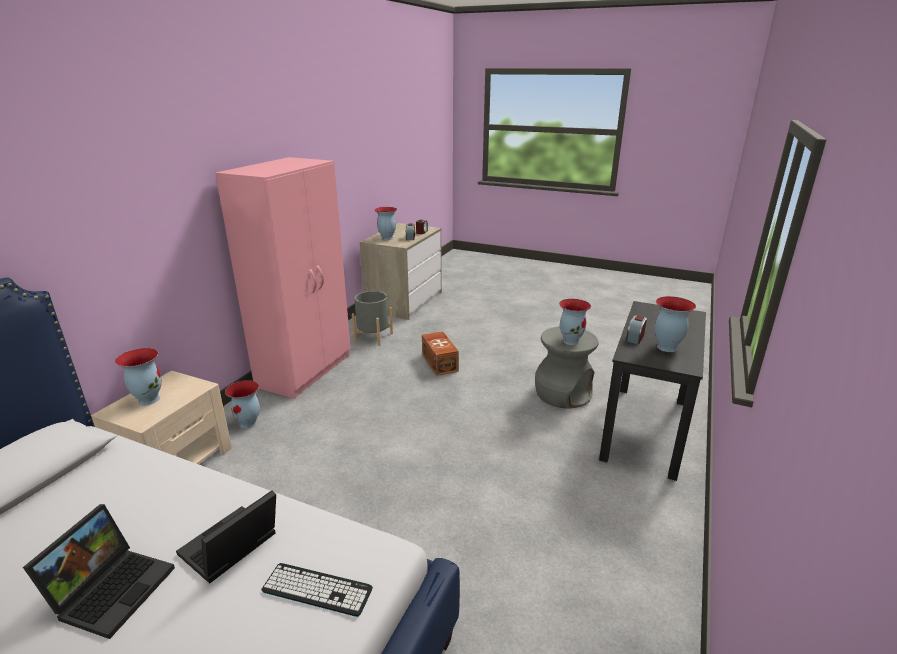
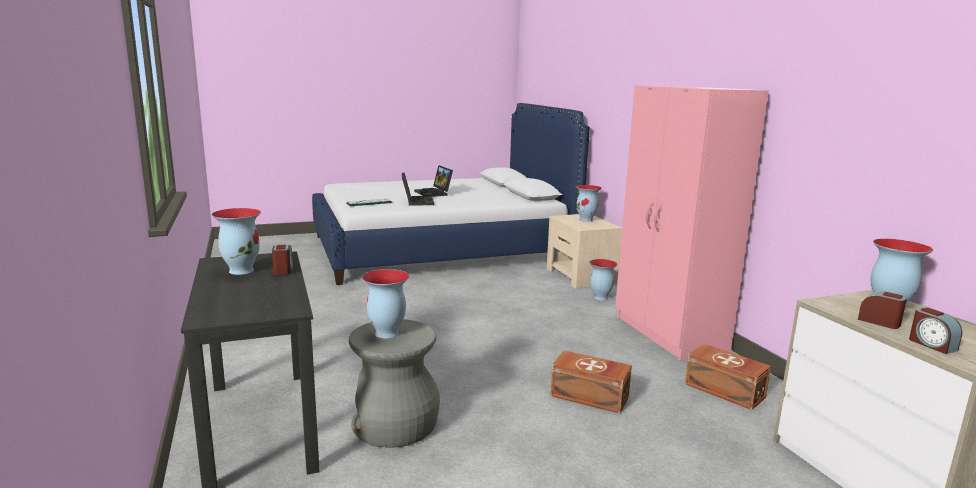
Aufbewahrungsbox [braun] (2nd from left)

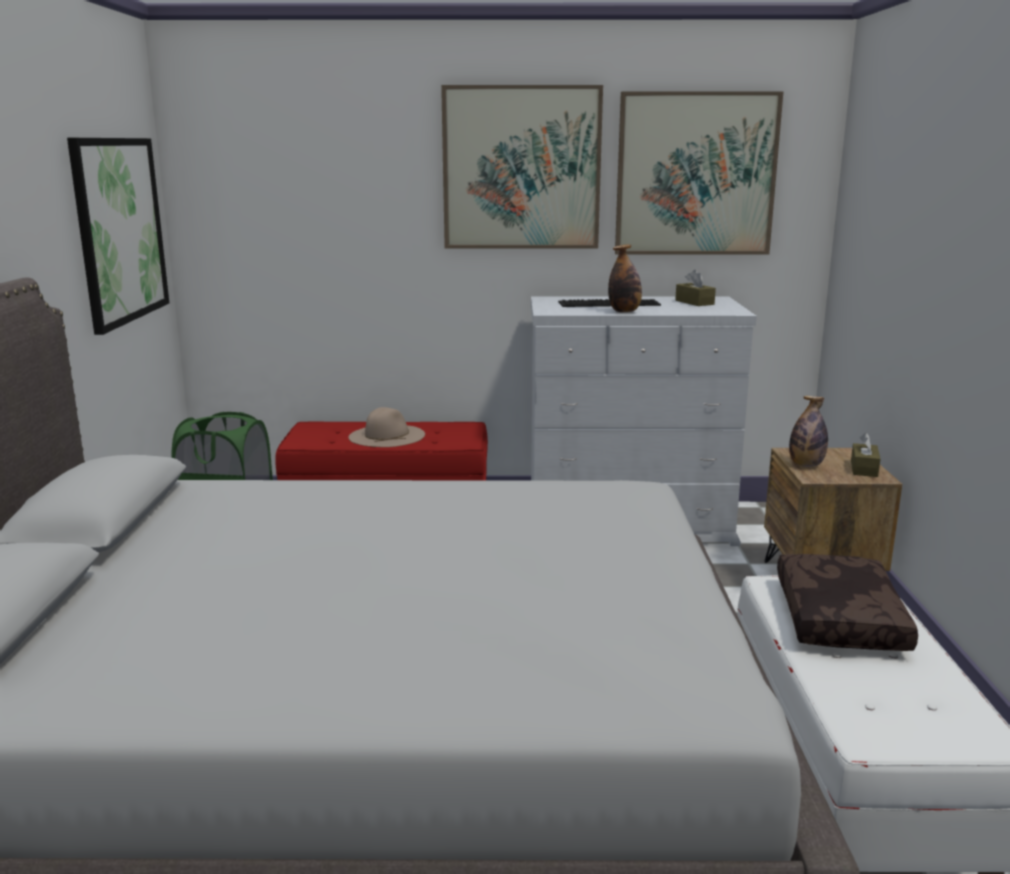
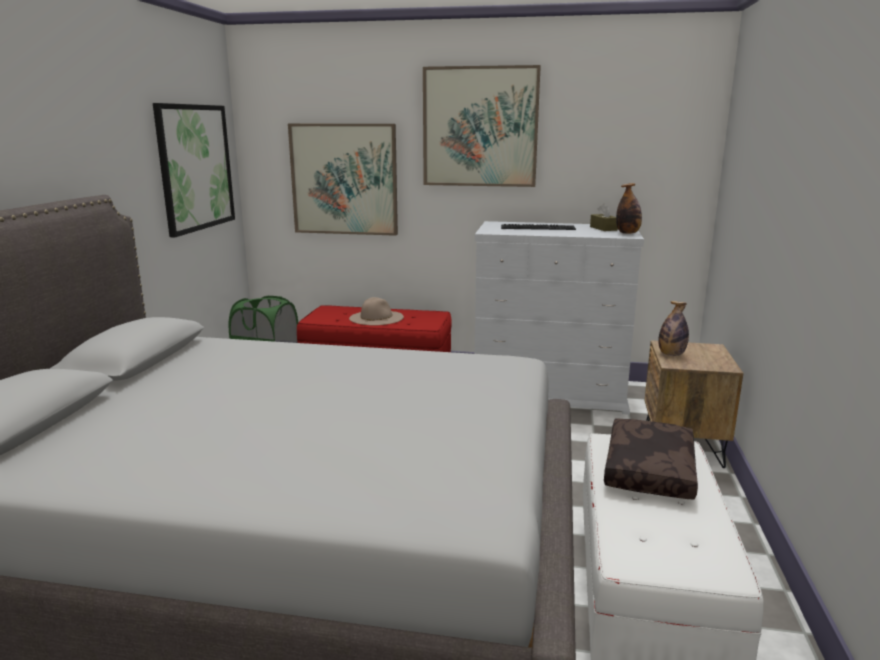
Bild (2nd from left)
Flasche (1st from left)
Taschentuchbox [braun] (2nd from left in the first image)

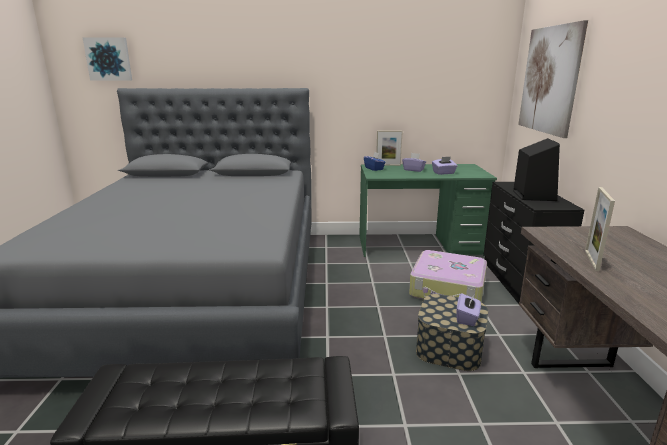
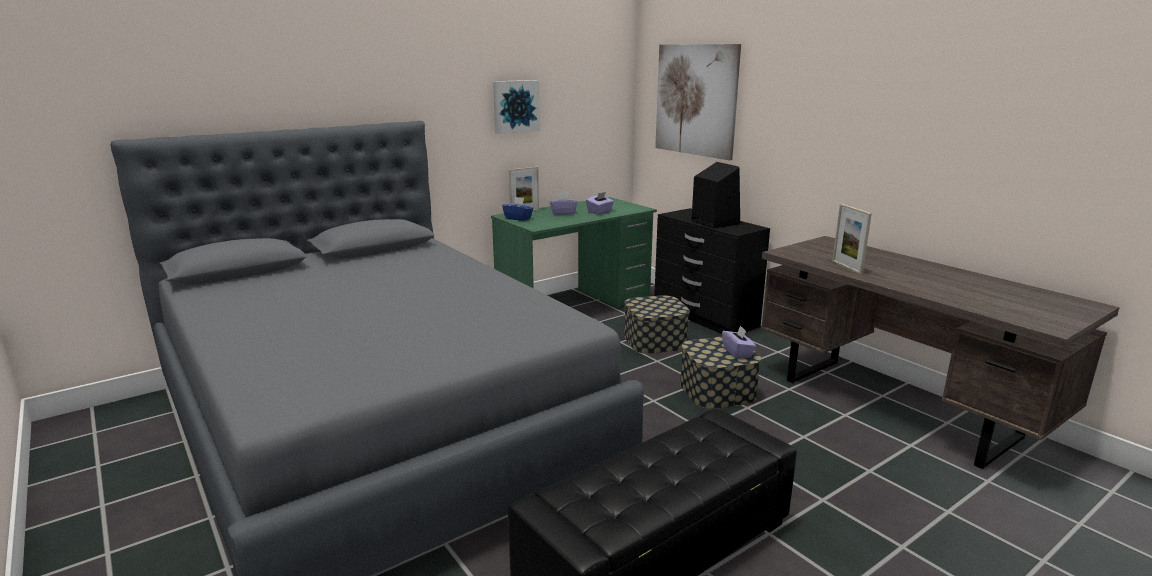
Bild (1st from left)
Aufbewahrungsbox (1st from left)

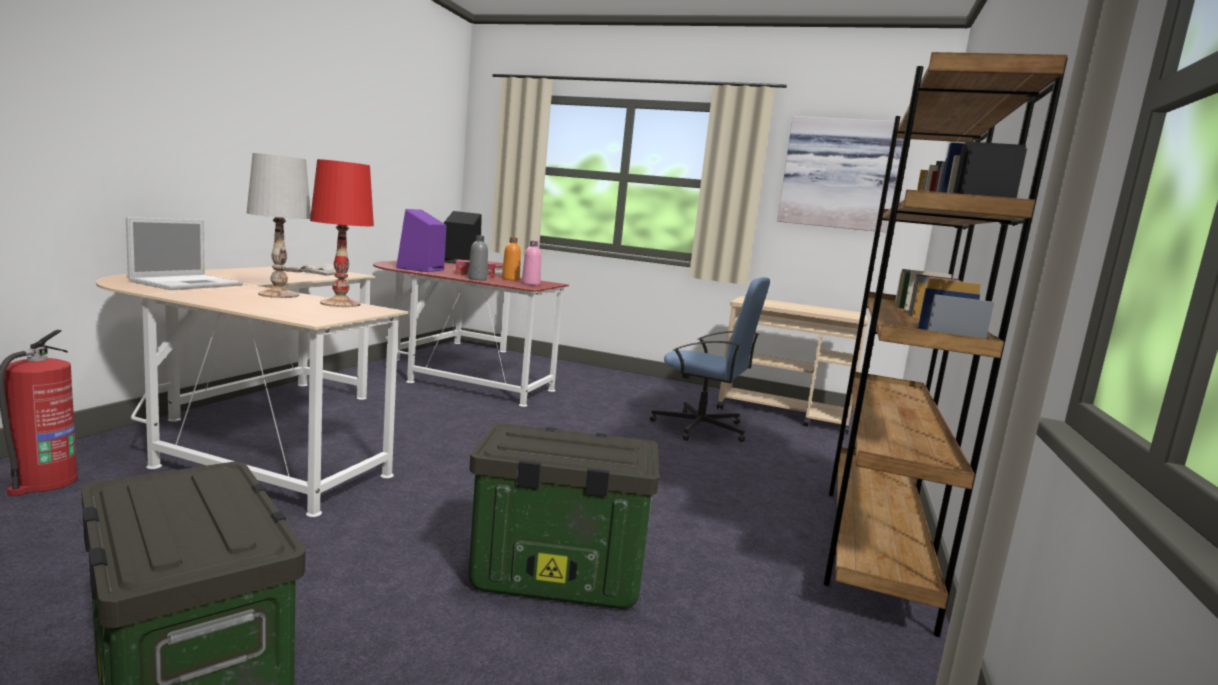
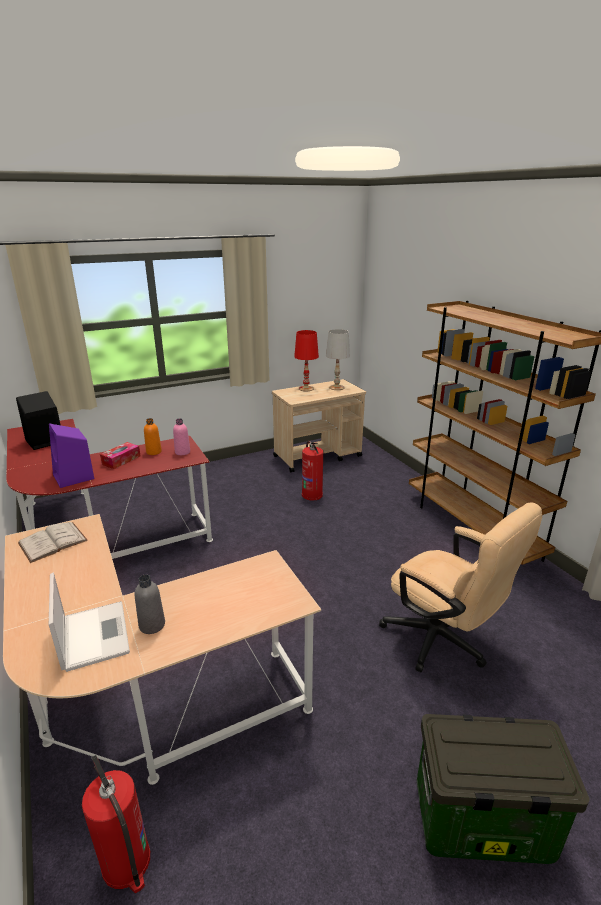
Flasche [grau]
Tischlampe [rot]
Feuerlöscher (2nd from left)
Tischlampe [weiß]
Bürostuhl [beige]
Bild

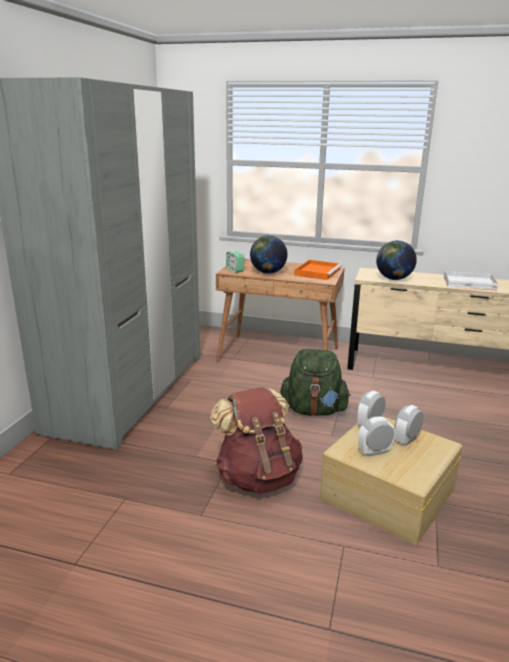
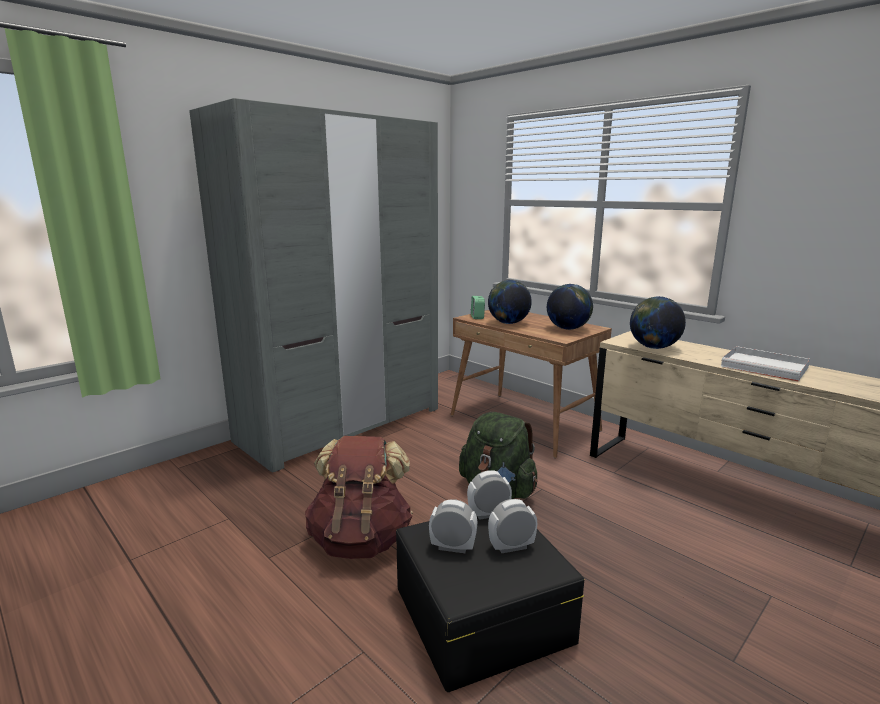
Aufbewahrungsbox [schwarz]
Globus (2nd from left)

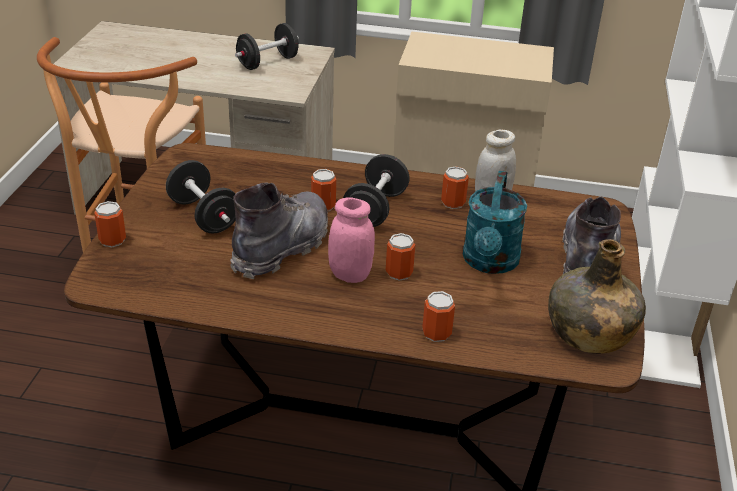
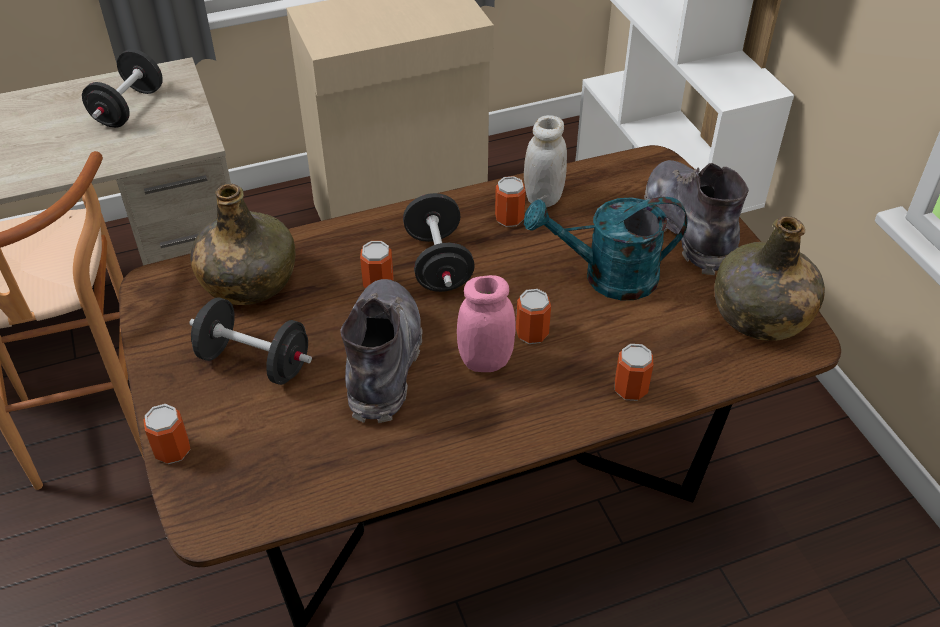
Flasche [grün] (1st from left)
Gießkanne [türkis]

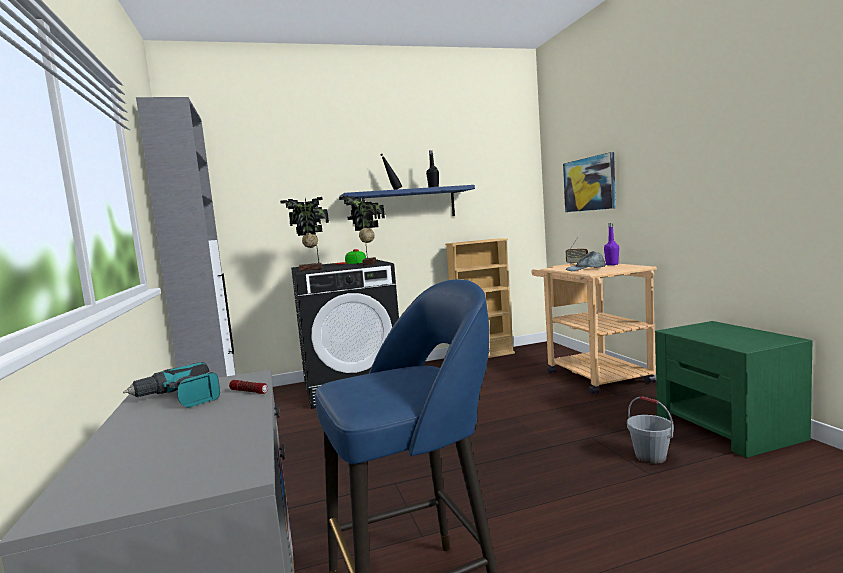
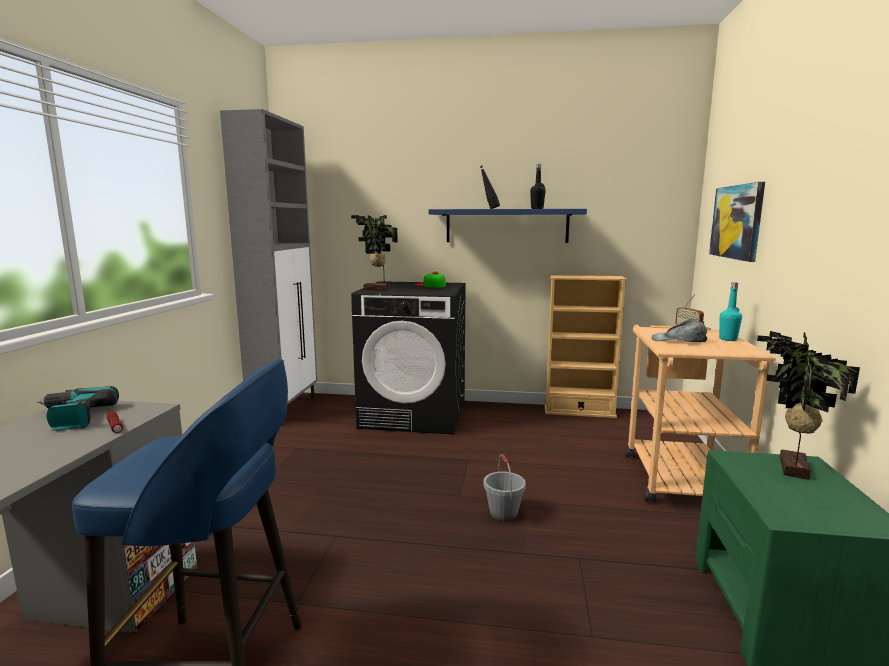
Eimer [grau]
Flasche [türkis]
Topfpflanze (2nd from left)

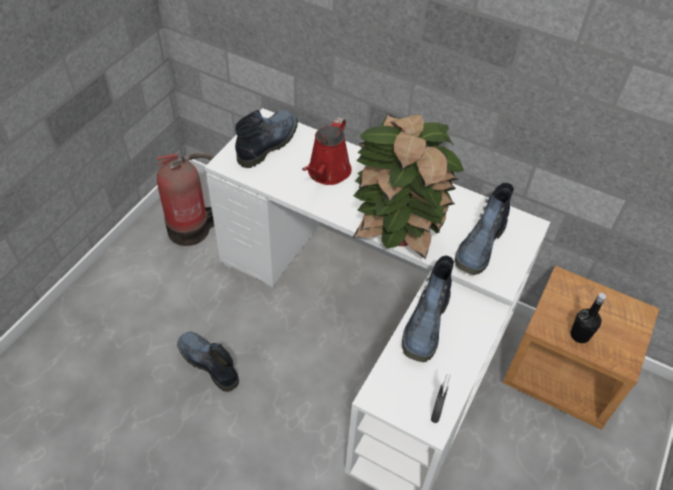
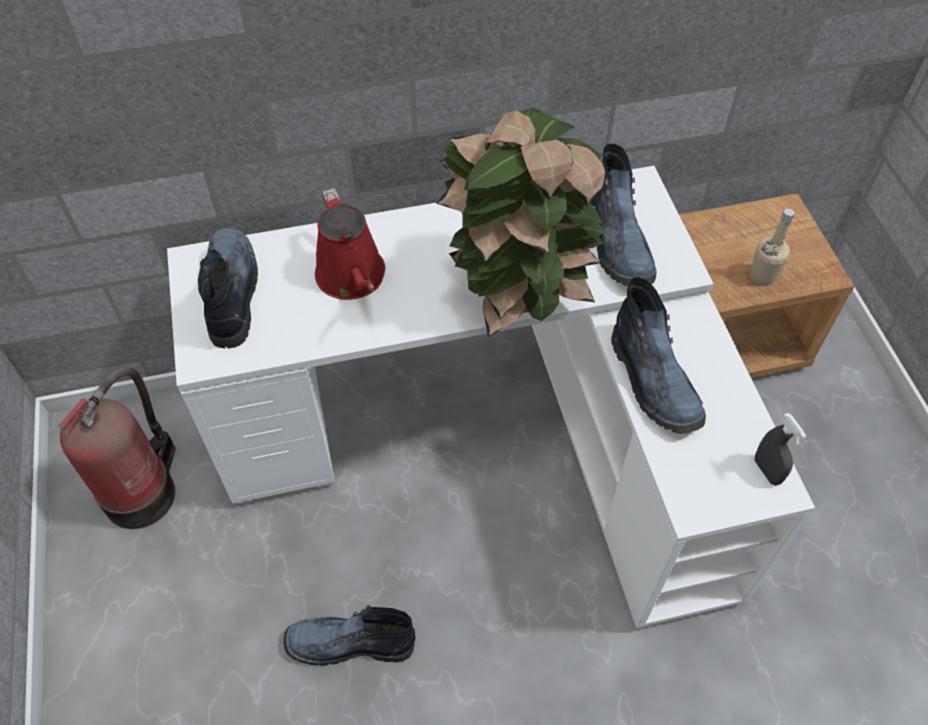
Flasche [beige]

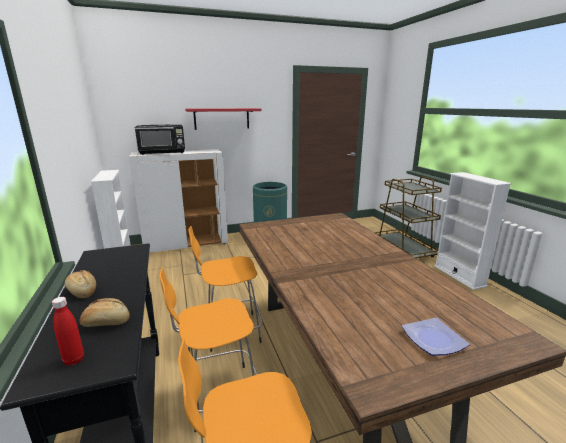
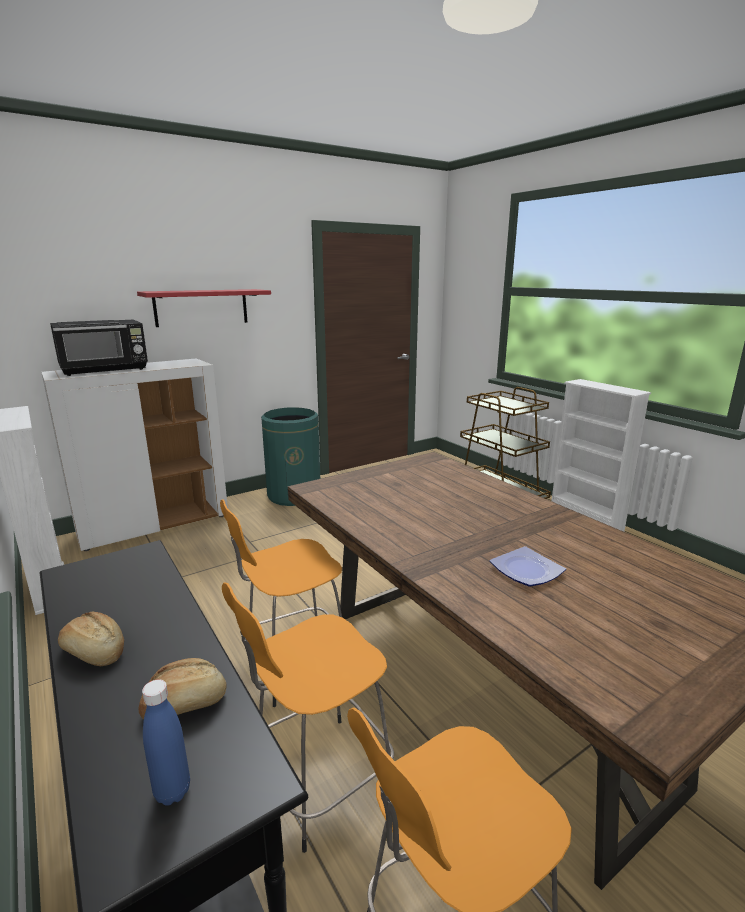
Flasche [blau]
Teller

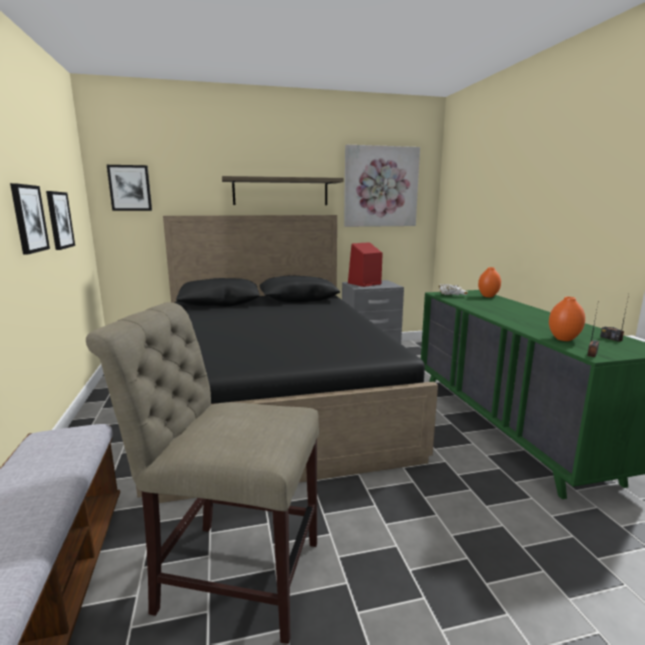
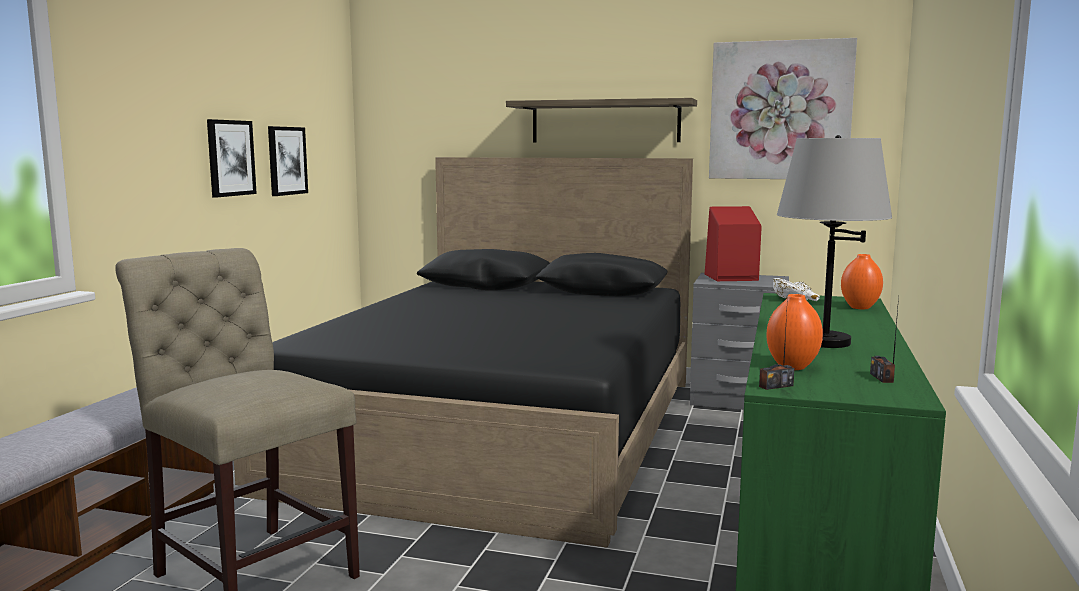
Tischlampe [grau]
Bild (3rd from left in the first image)

